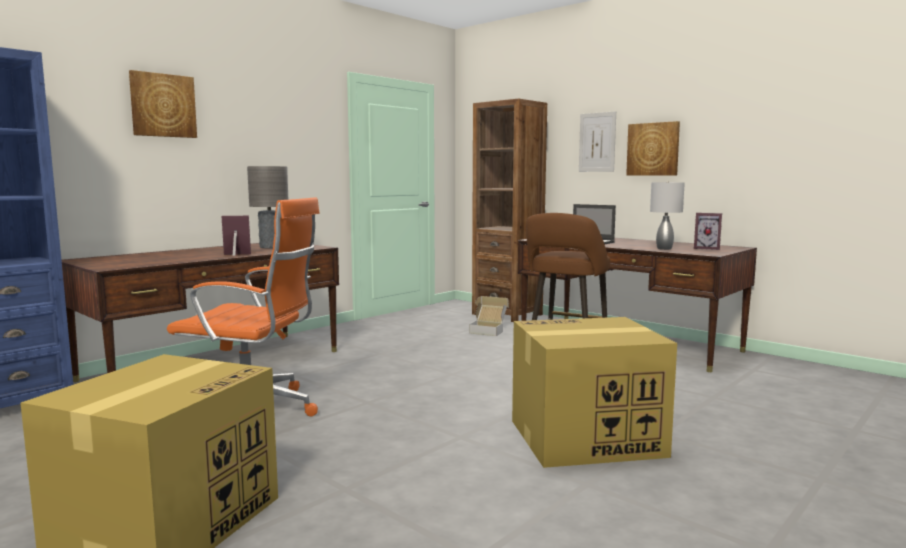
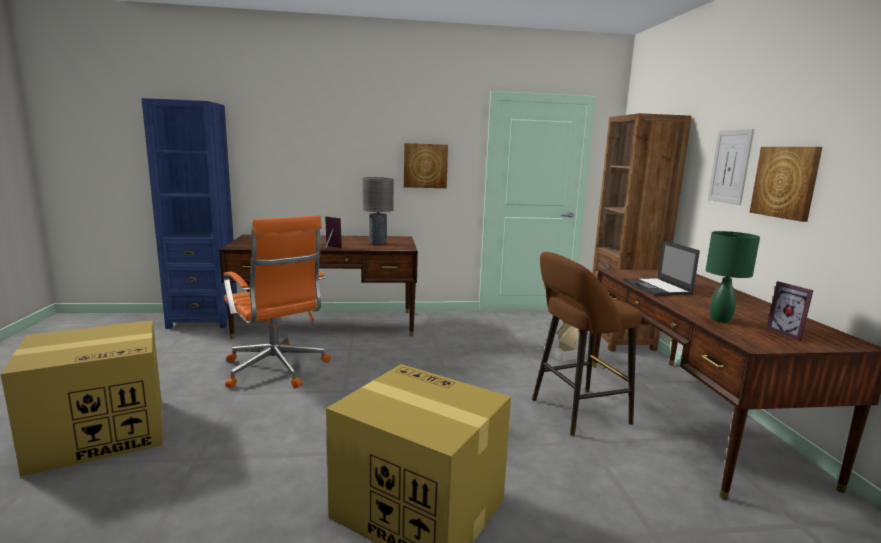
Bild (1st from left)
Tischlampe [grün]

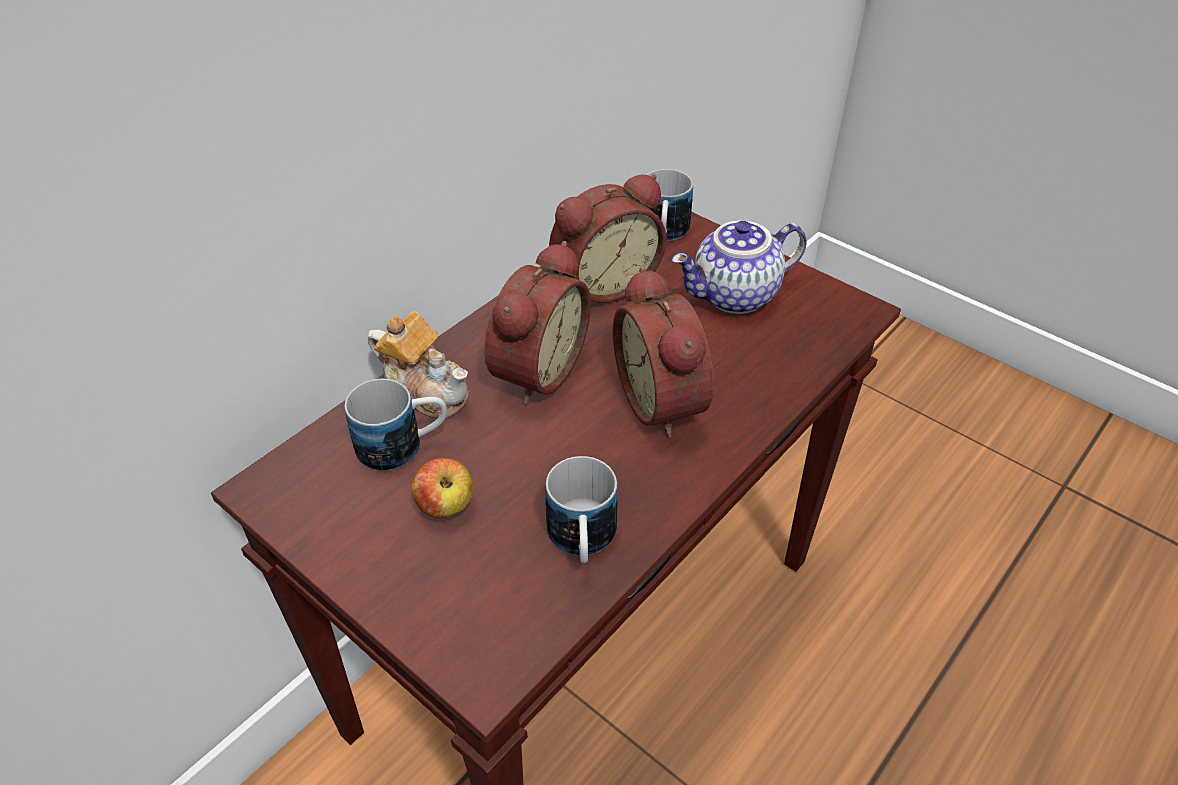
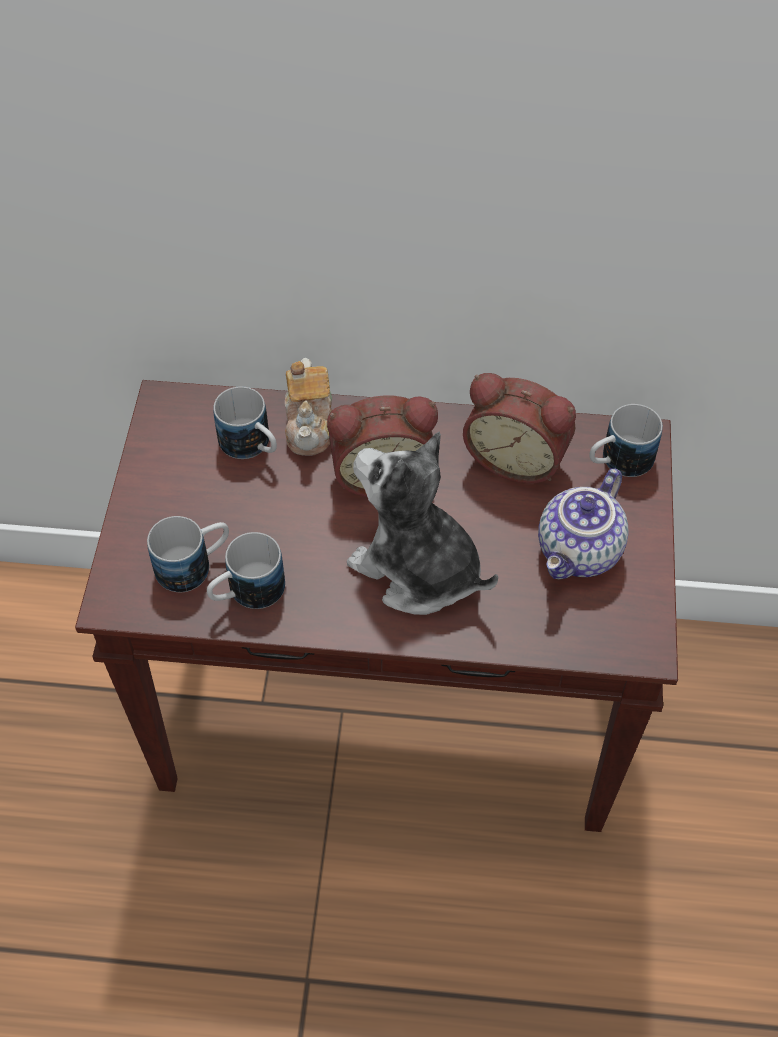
Henkelbecher (1st from left)
Plüschtier
Teekanne (2nd from left)
Apfel

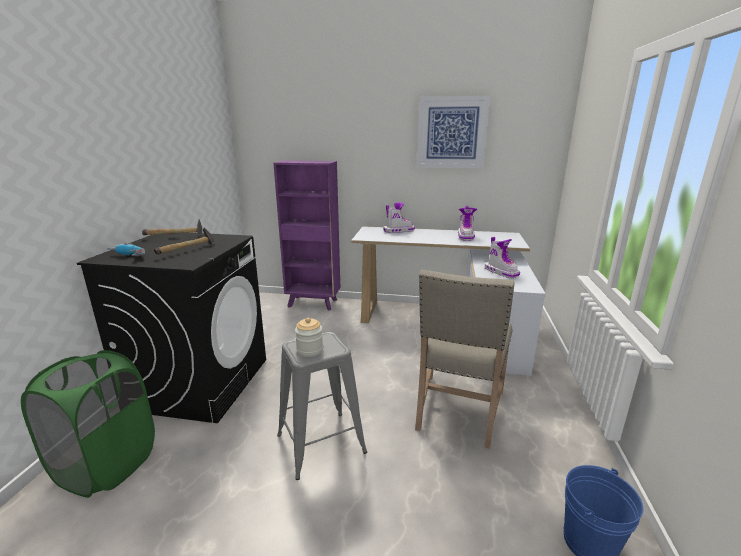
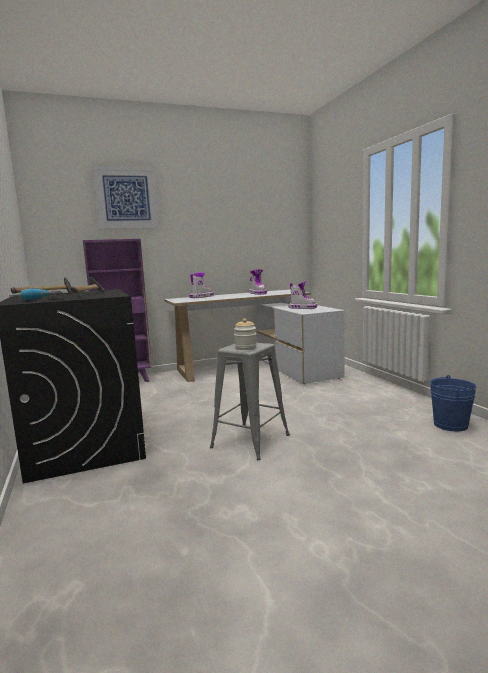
Bild
Wäschekorb [grün]
Stuhl [beige]

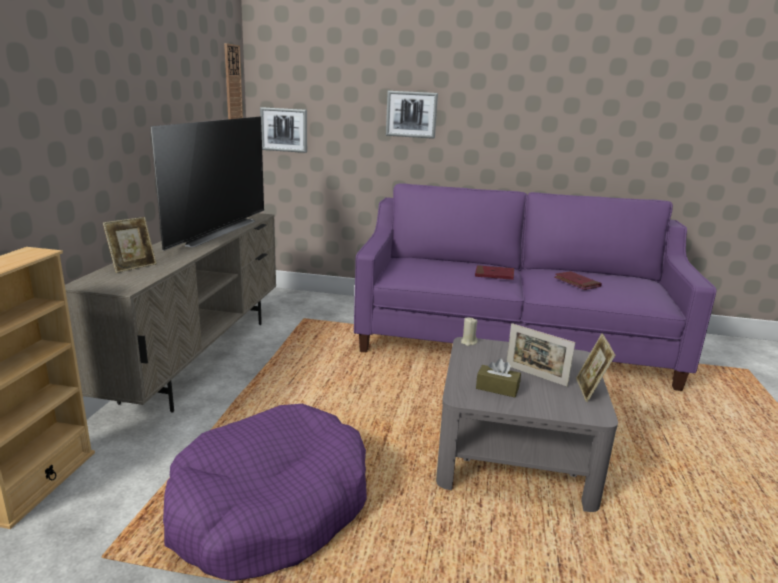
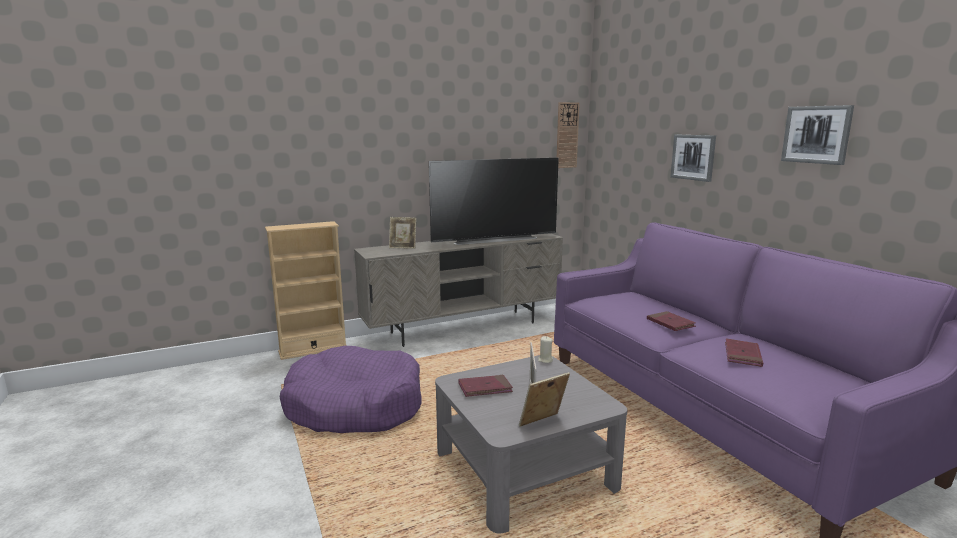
Buch [rot] (1st from left)
Bild (2nd from left)

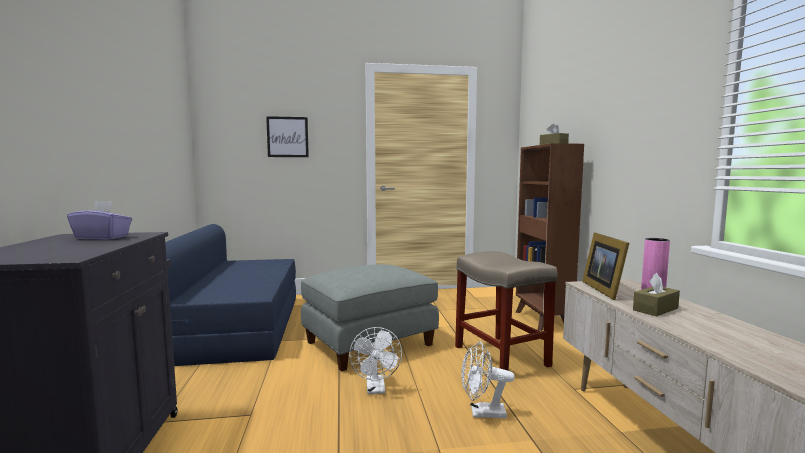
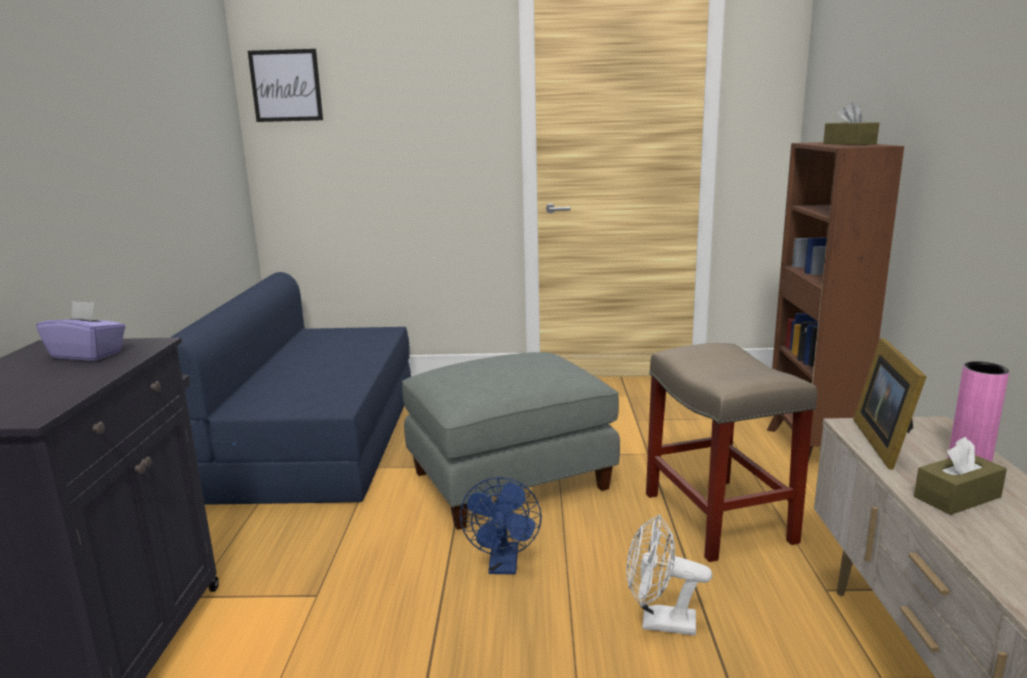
Bild
Ventilator [blau]

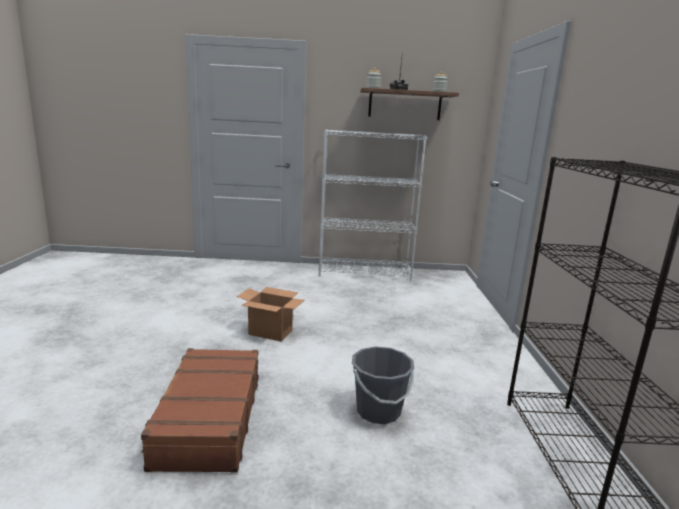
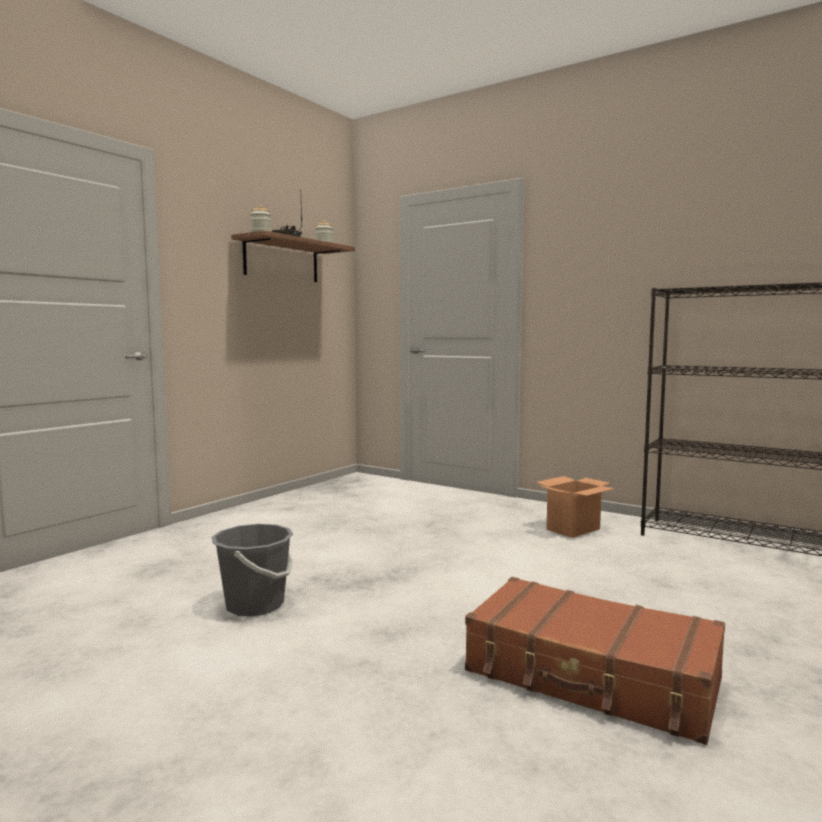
Eimer [grau]
Karton
Bücherregal [weiß]

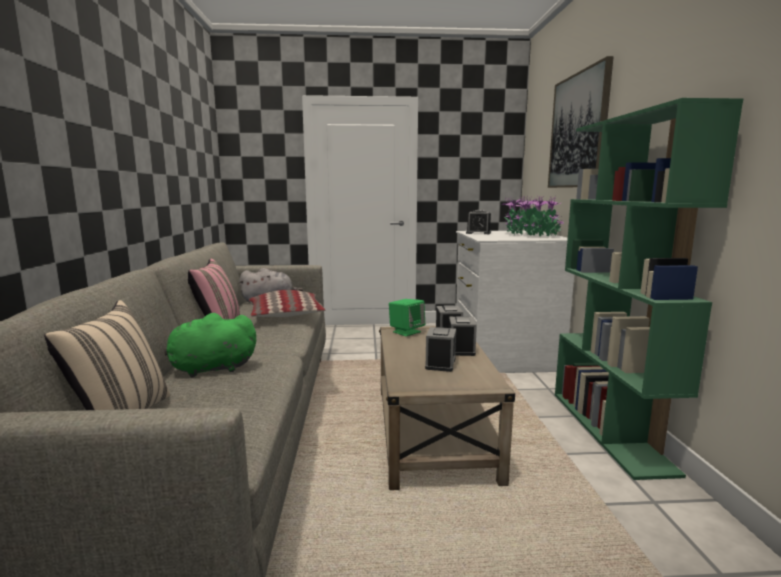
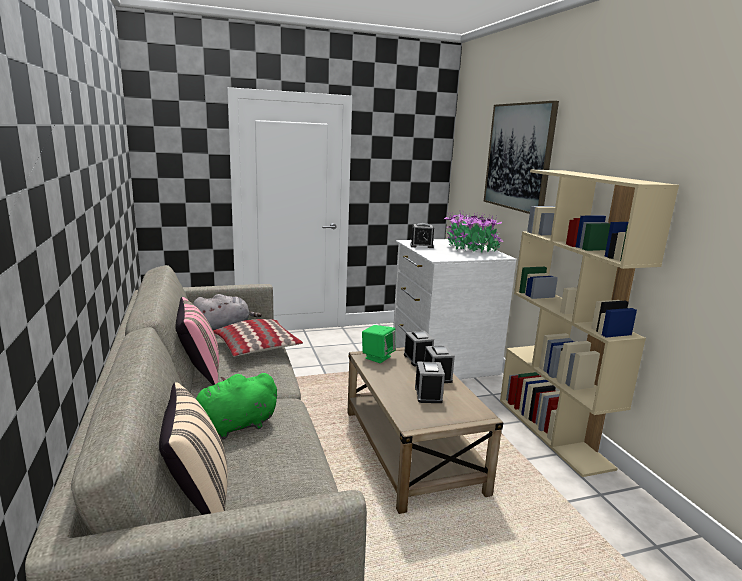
Bücherregal [beige]

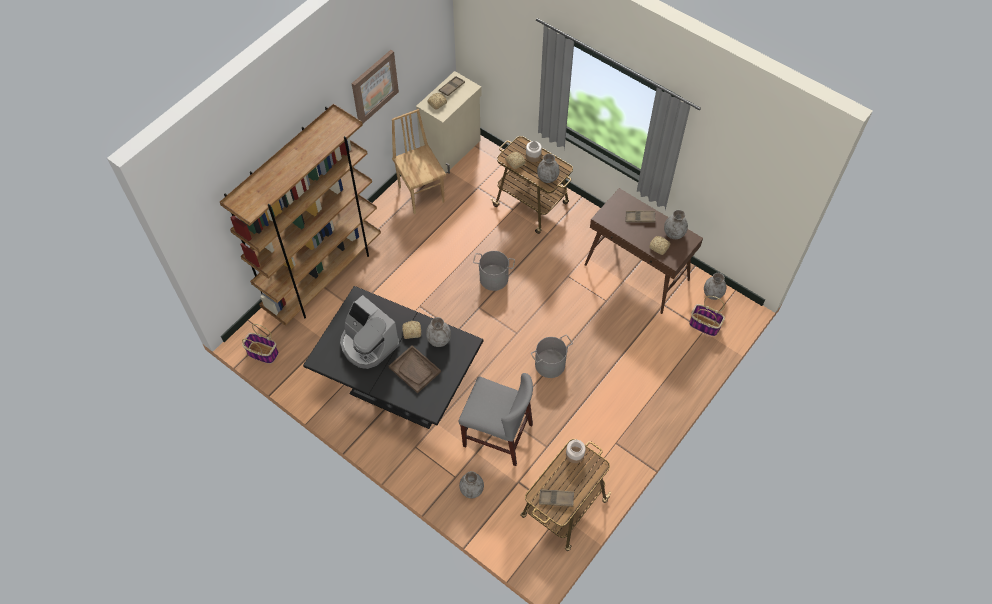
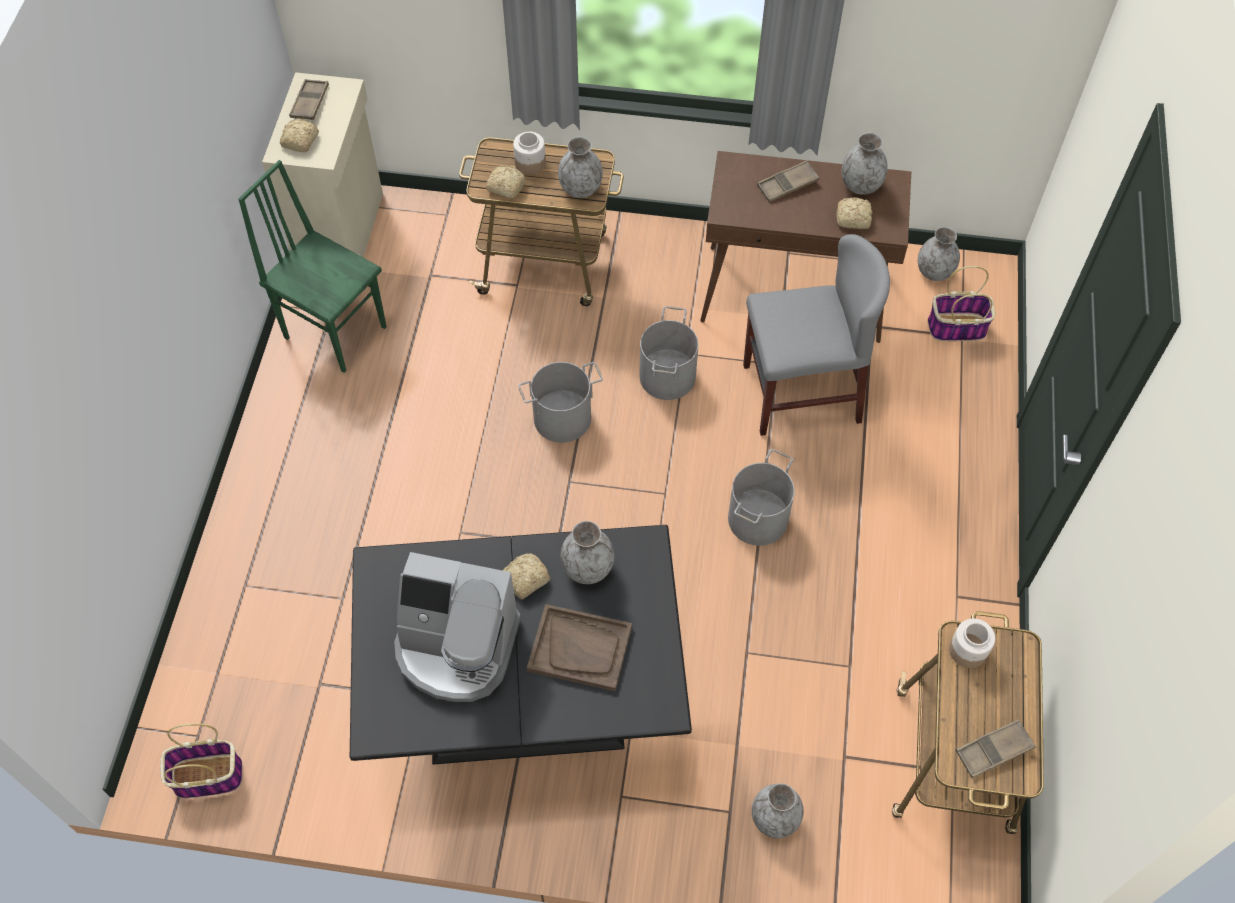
Stuhl [grün]
Eimer [grau] (2nd from left)
Stuhl [grau]
Bücherregal [braun]
Bild

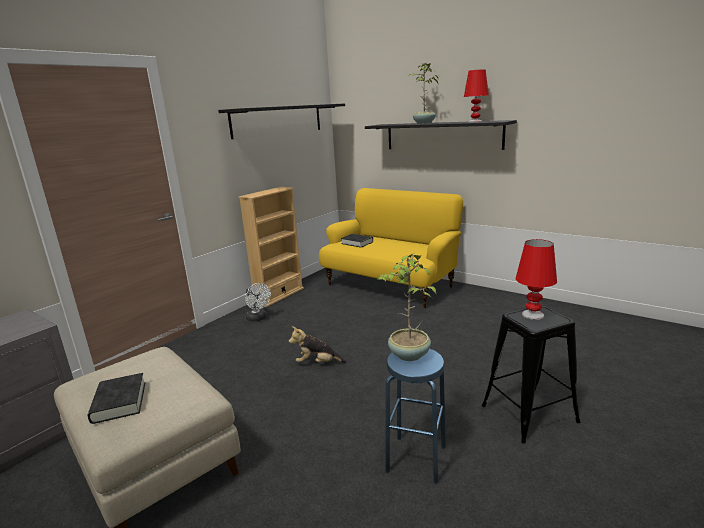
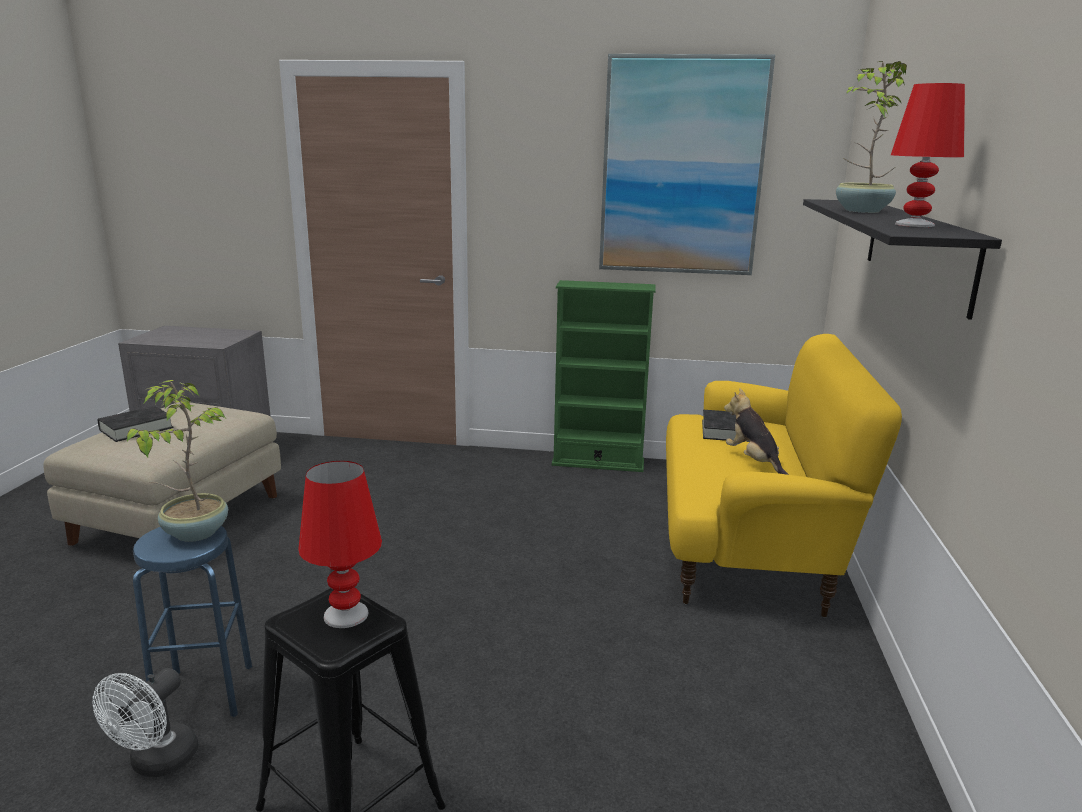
Ventilator [weiß]
Bücherregal [grün]
Bild
Plüschtier

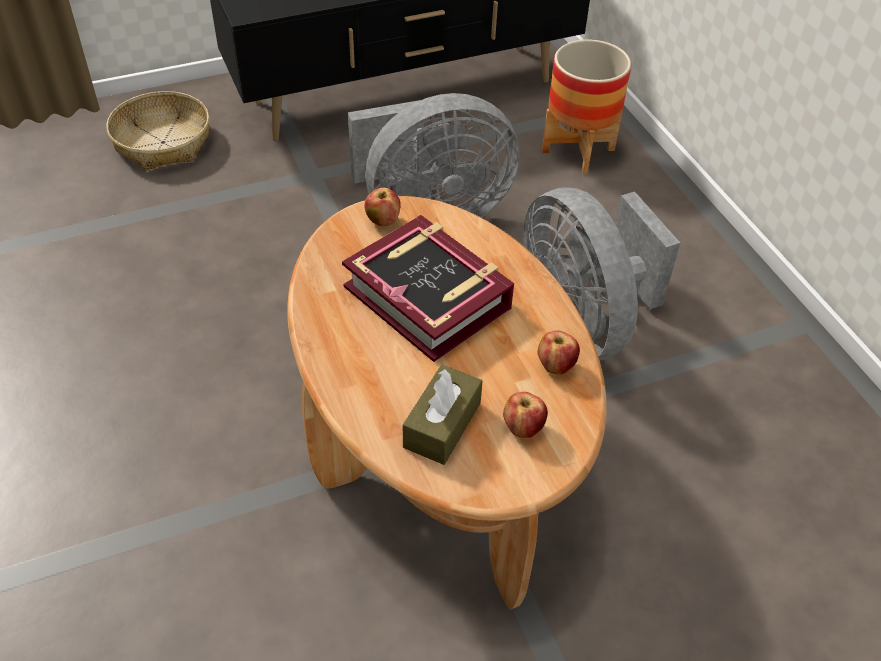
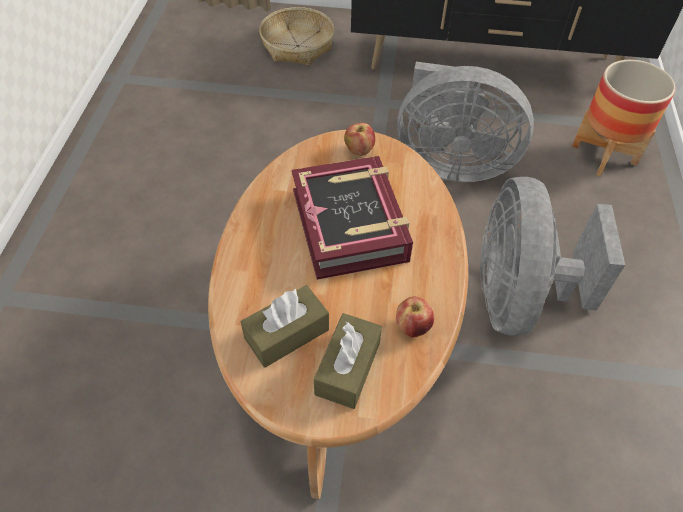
Taschentuchbox [braun] (2nd from left)

